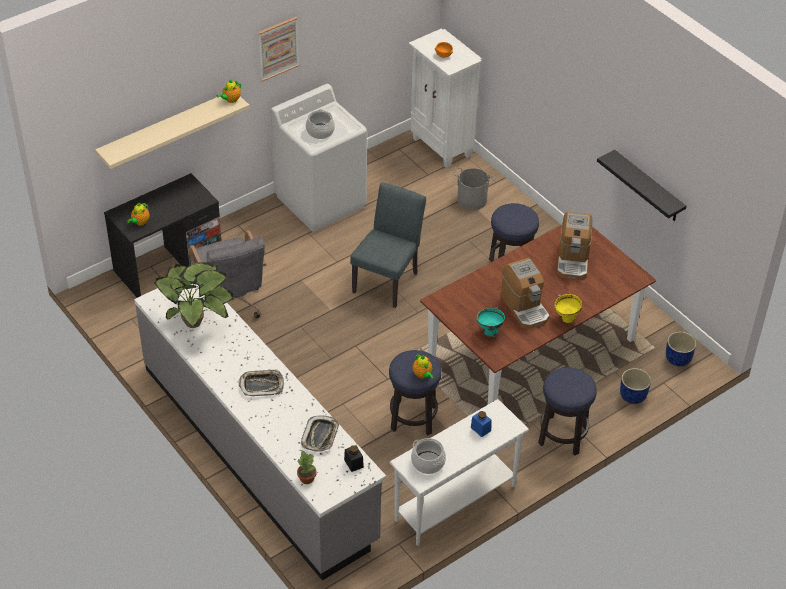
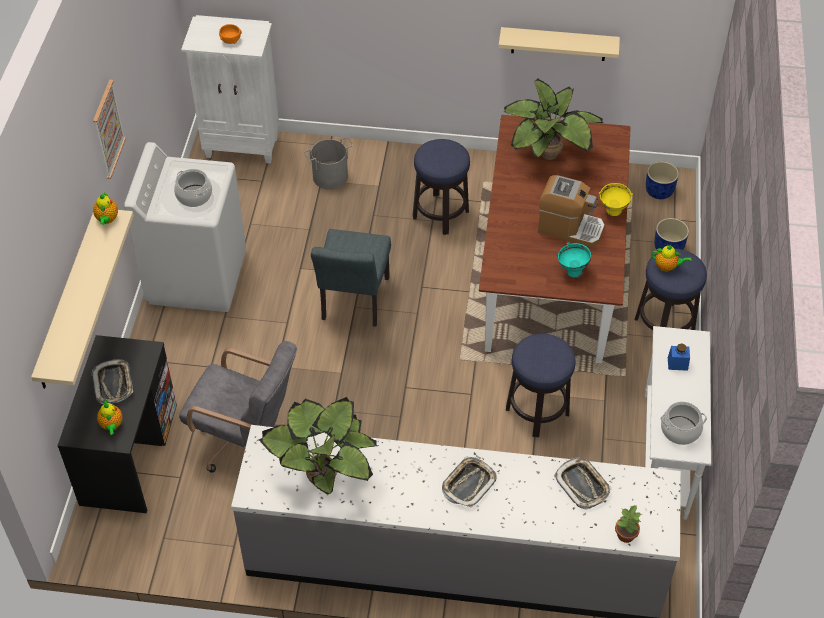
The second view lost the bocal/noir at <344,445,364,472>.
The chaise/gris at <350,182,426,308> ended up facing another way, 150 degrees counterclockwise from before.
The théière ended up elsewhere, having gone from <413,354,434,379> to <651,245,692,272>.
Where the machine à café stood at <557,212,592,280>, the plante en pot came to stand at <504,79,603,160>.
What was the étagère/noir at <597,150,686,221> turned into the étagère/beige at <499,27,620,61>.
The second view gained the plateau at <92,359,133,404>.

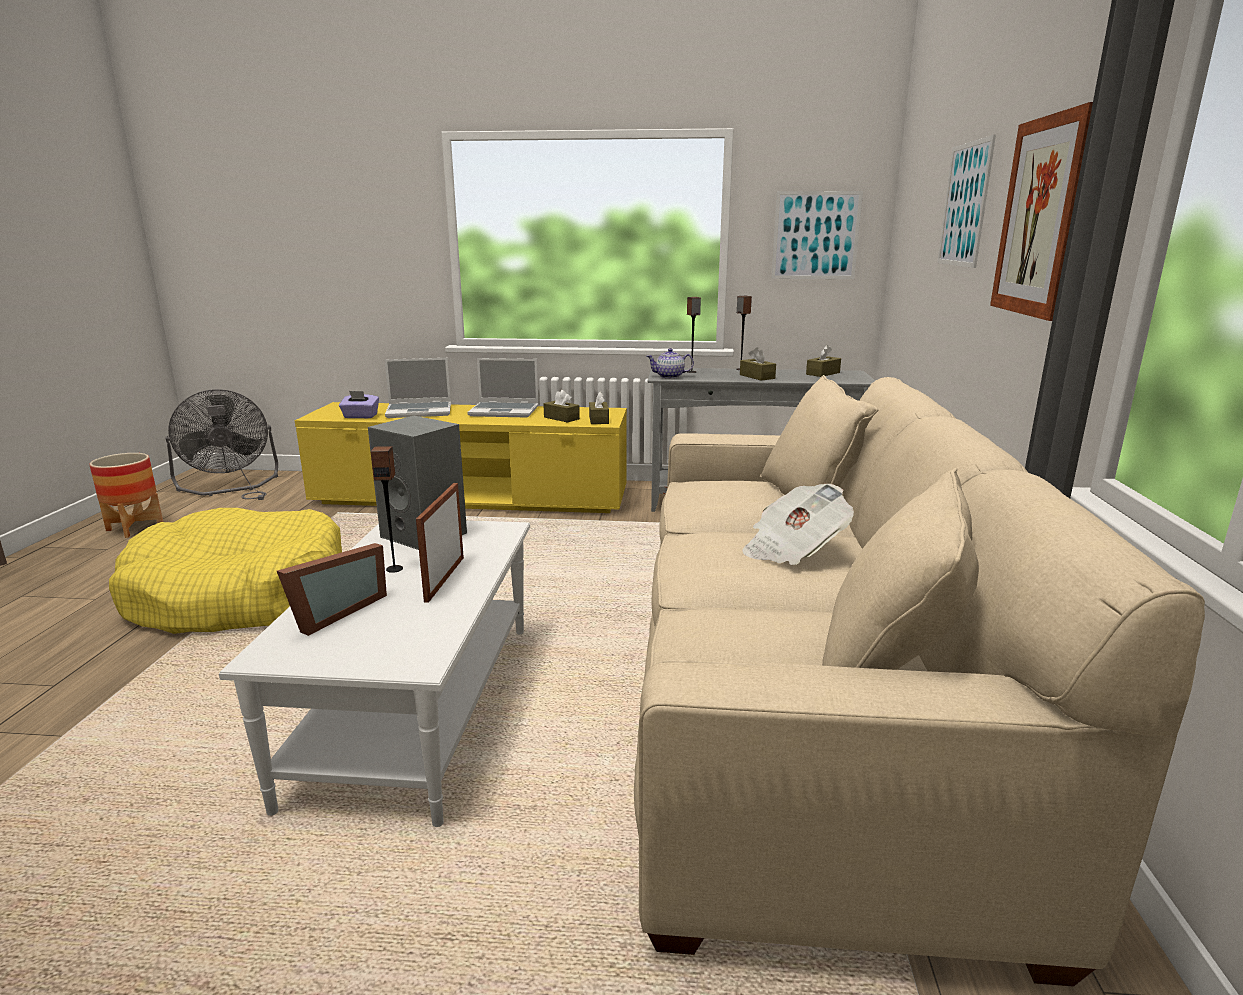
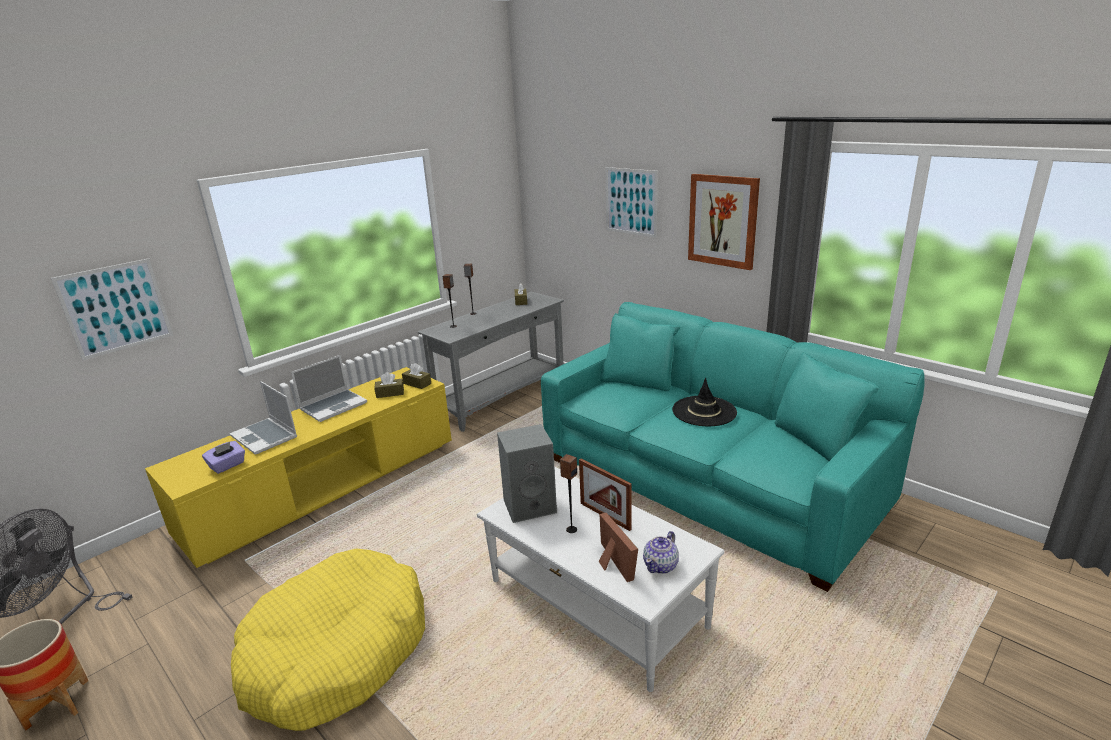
The ordinateur portable at <385,358,451,418> ended up facing another way, 105 degrees clockwise from before.
What was the canapé/beige at <634,375,1205,987> turned into the canapé/turquoise at <541,302,925,592>.
The théière ended up elsewhere, having gone from <647,348,694,379> to <643,531,679,574>.
The second view lost the boîte à mouchoirs/marron at <740,347,776,380>.
Where the journal stood at <742,484,854,565>, the chapeau/noir came to stand at <672,378,737,426>.
The tableau ended up elsewhere, having gone from <771,191,863,279> to <51,258,173,360>.

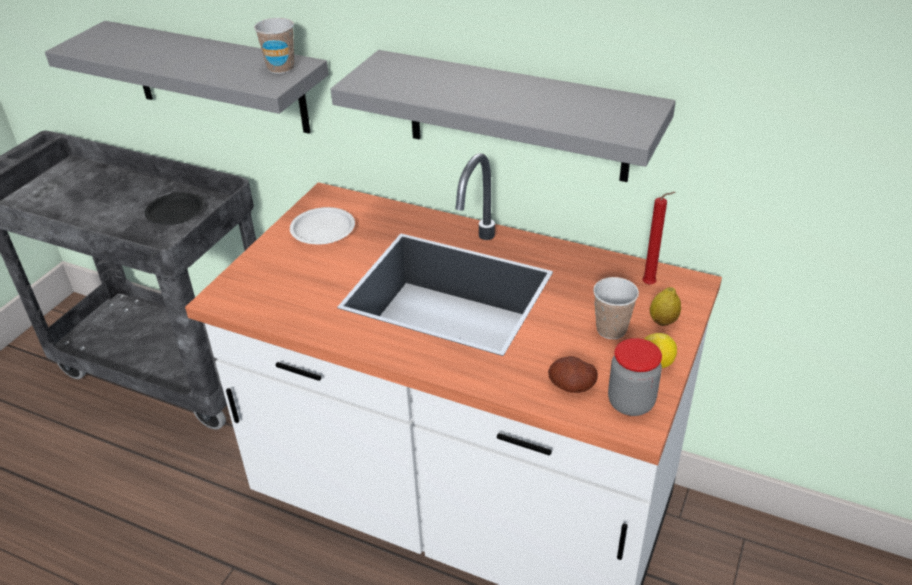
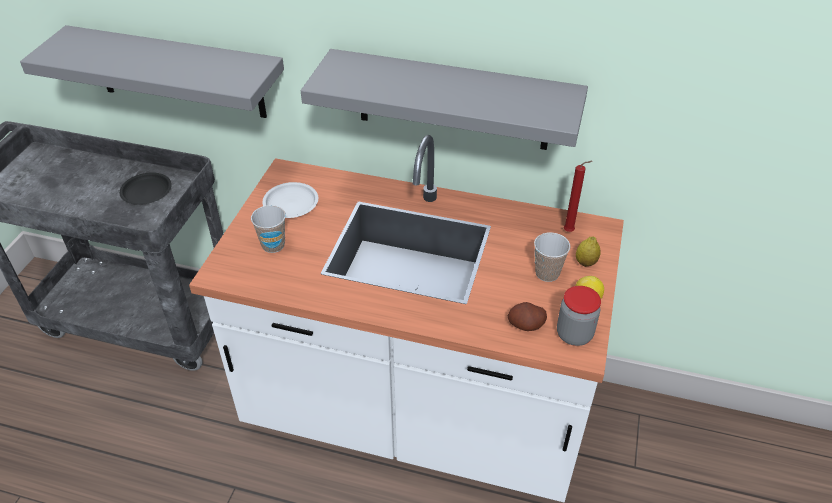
The tasse ended up elsewhere, having gone from <254,18,294,74> to <251,205,286,253>.

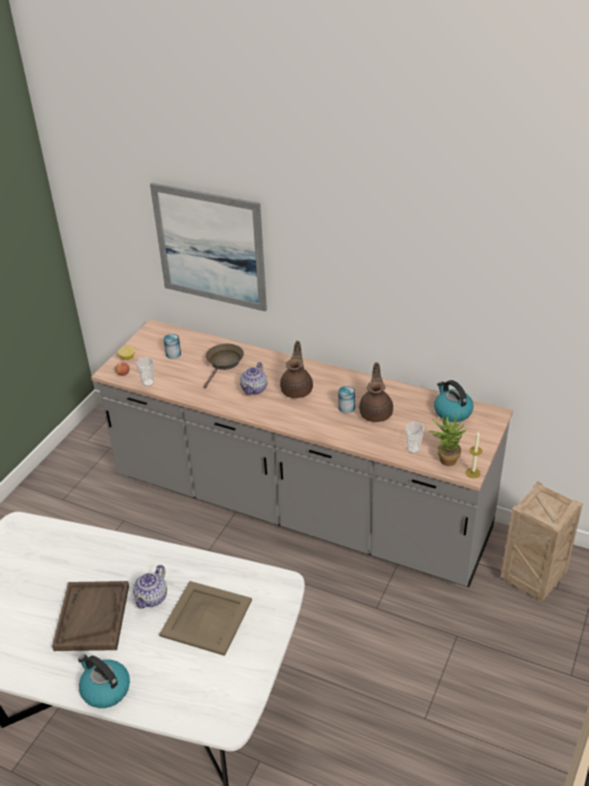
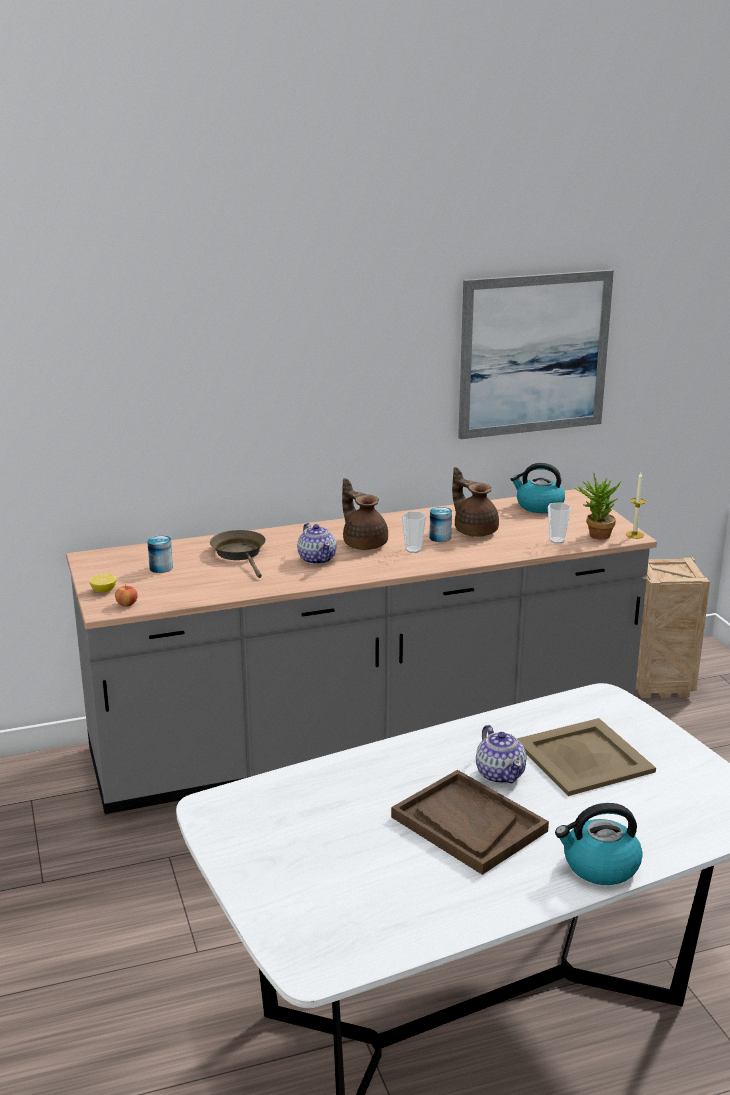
The tasse ended up elsewhere, having gone from <136,357,154,386> to <402,511,426,553>.
The tableau ended up elsewhere, having gone from <150,183,267,311> to <458,270,614,439>.

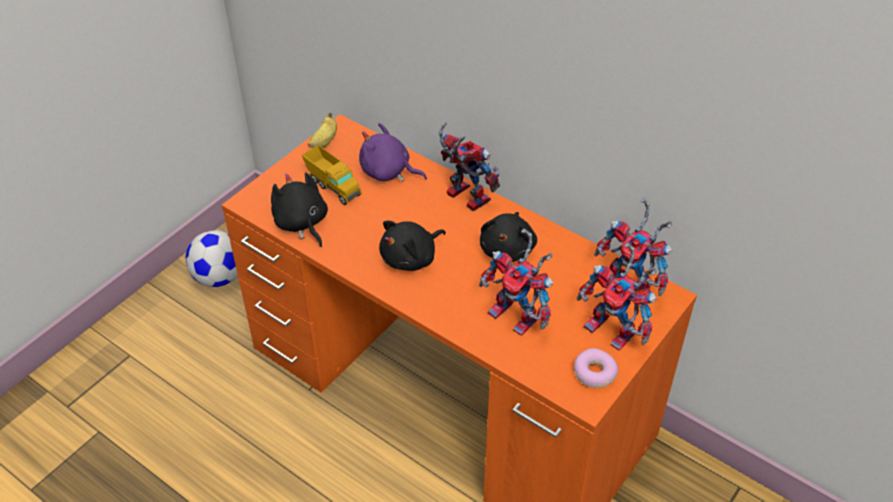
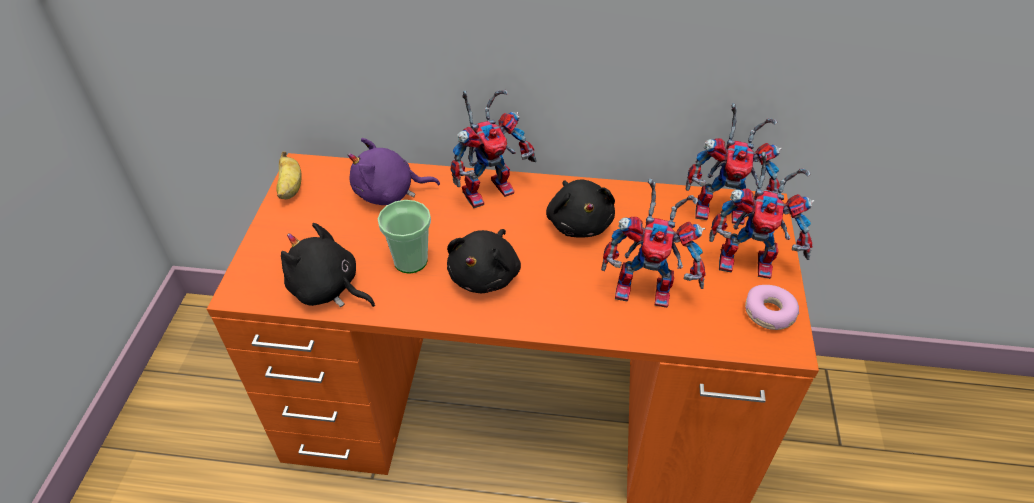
The second view lost the ballon de foot at <186,230,238,287>.
The second view lost the camion jouet at <302,145,362,205>.
The robot jouet at <439,122,500,211> ended up facing another way, 135 degrees clockwise from before.
The second view gained the tasse at <378,200,431,274>.

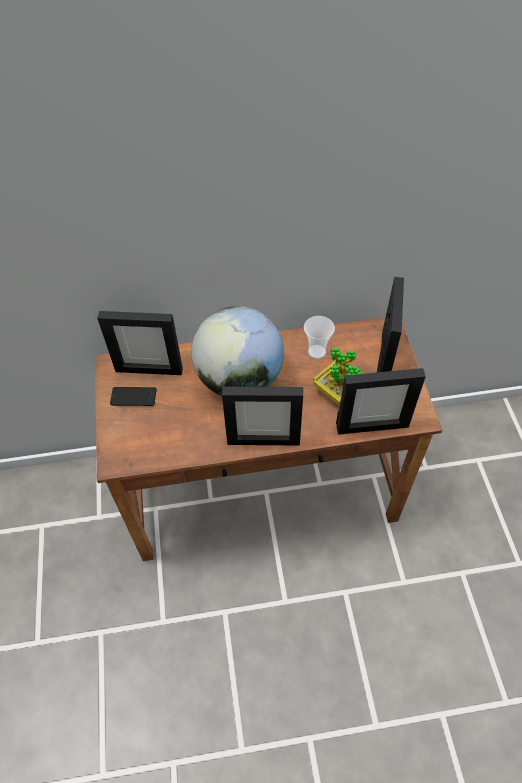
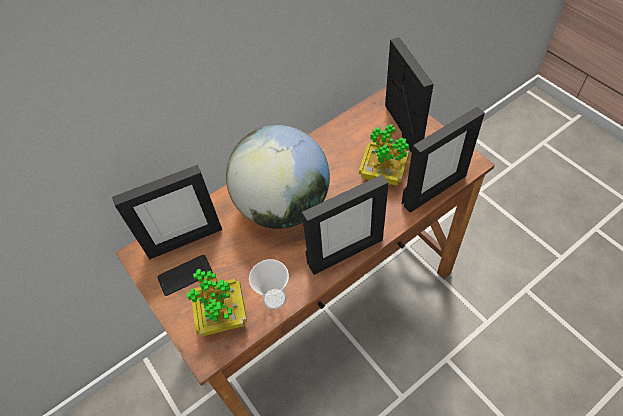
The tasse ended up elsewhere, having gone from <304,316,335,359> to <249,259,289,309>.
The second view gained the plante en pot at <187,269,247,337>.

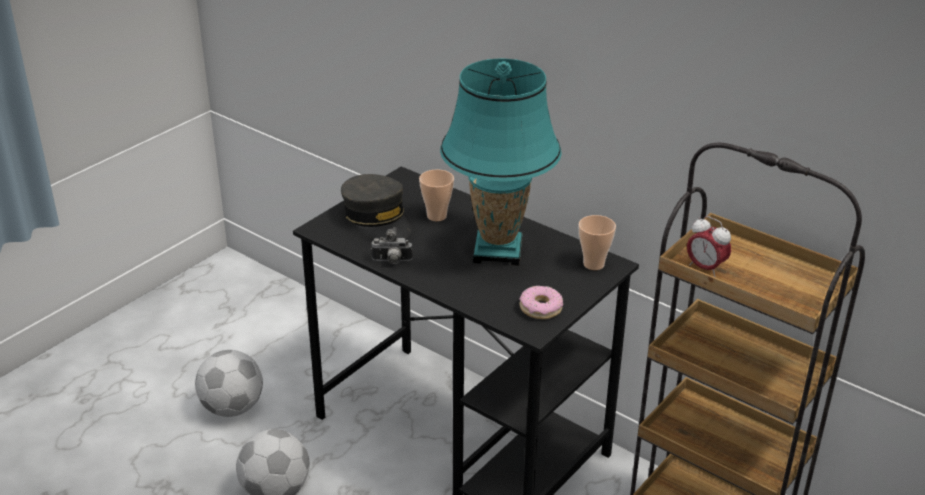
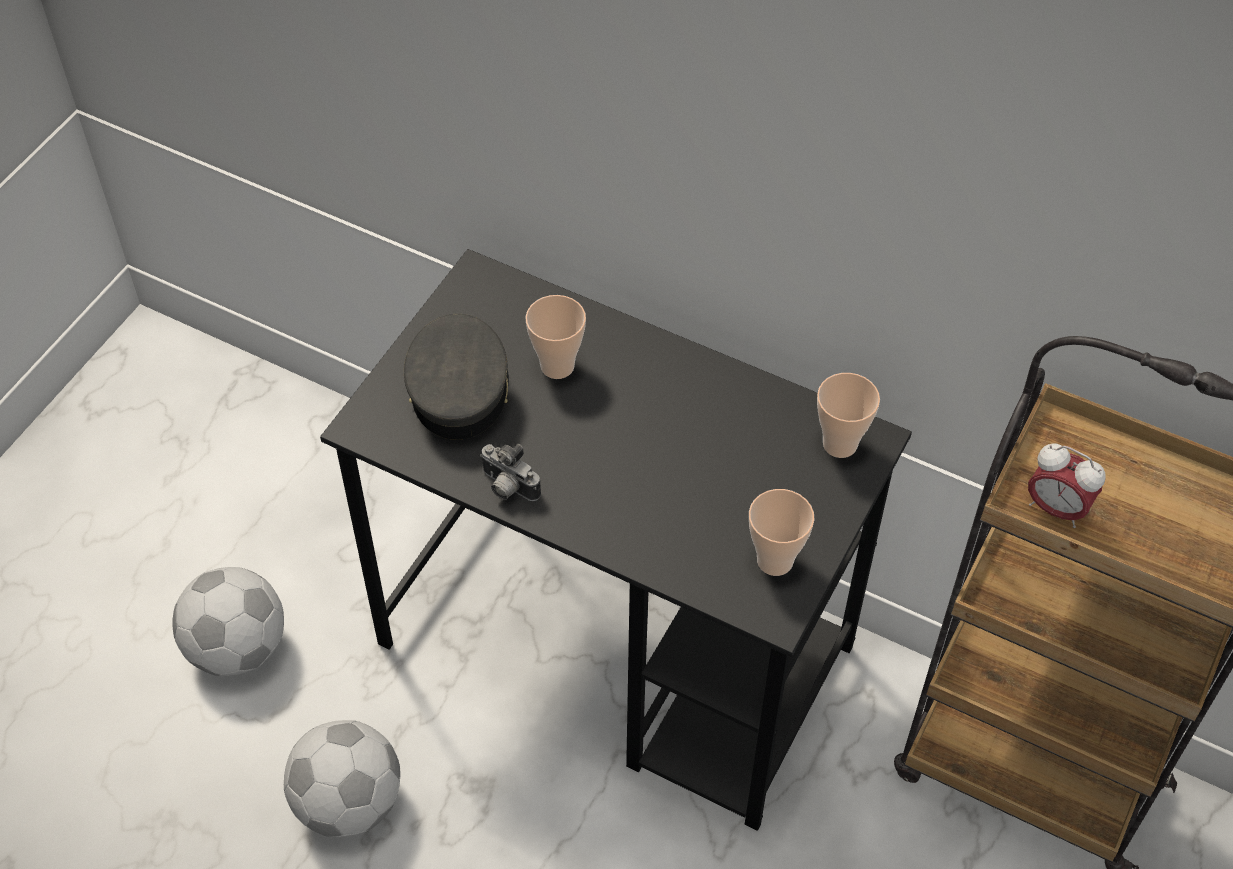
The casquette/gris at <341,174,412,240> ended up facing another way, 135 degrees counterclockwise from before.
The appareil photo at <371,227,413,264> ended up facing another way, 45 degrees clockwise from before.
The second view lost the lampe de table/turquoise at <440,58,562,266>.
Where the beignet stood at <519,286,563,319>, the tasse came to stand at <749,489,815,576>.

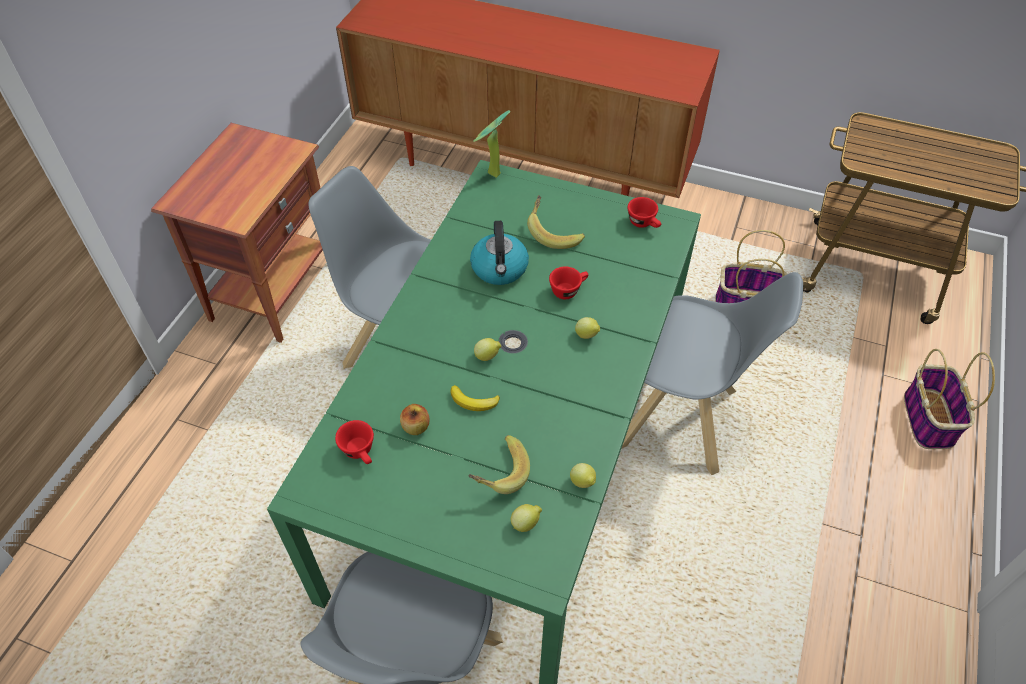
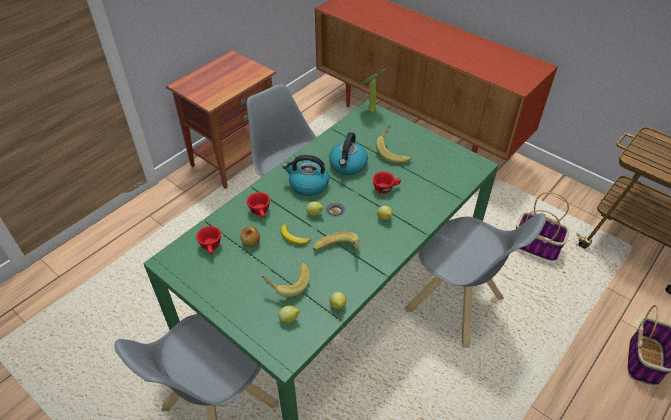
The tasse/rouge ended up elsewhere, having gone from <628,197,661,228> to <247,192,270,218>.
The second view gained the bouilloire at <282,155,329,196>.
The second view gained the banane at <313,232,359,251>.

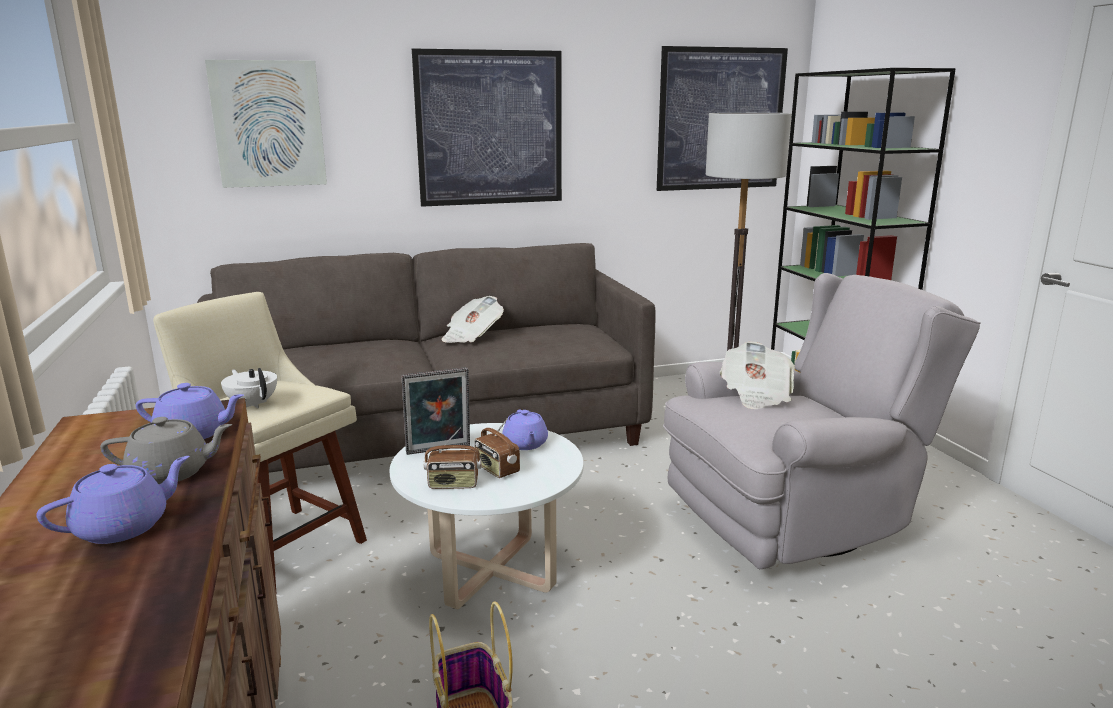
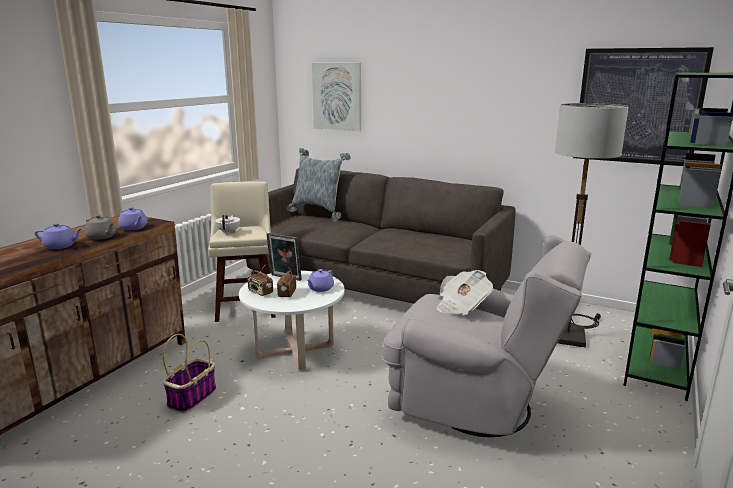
The second view lost the tableau at <412,49,562,207>.
The second view lost the journal at <441,296,504,343>.
The second view gained the coussin at <286,148,351,222>.

